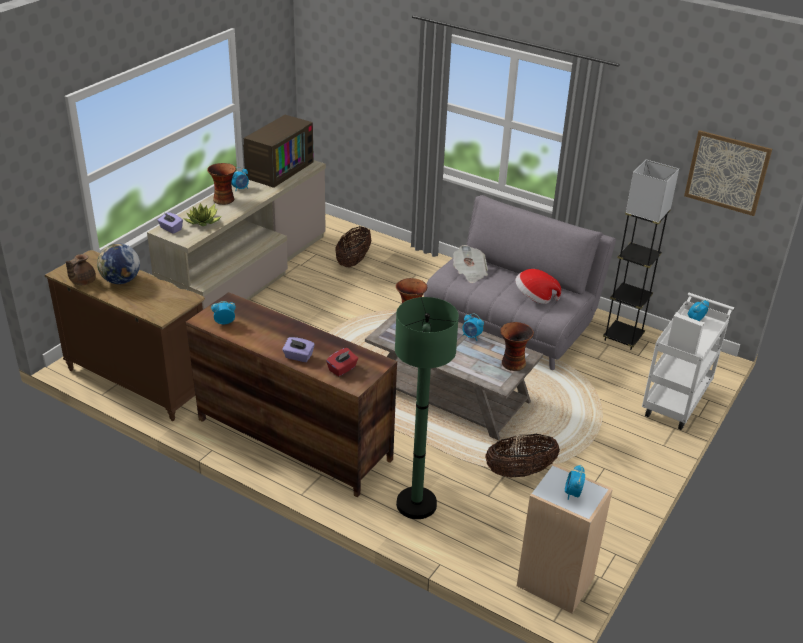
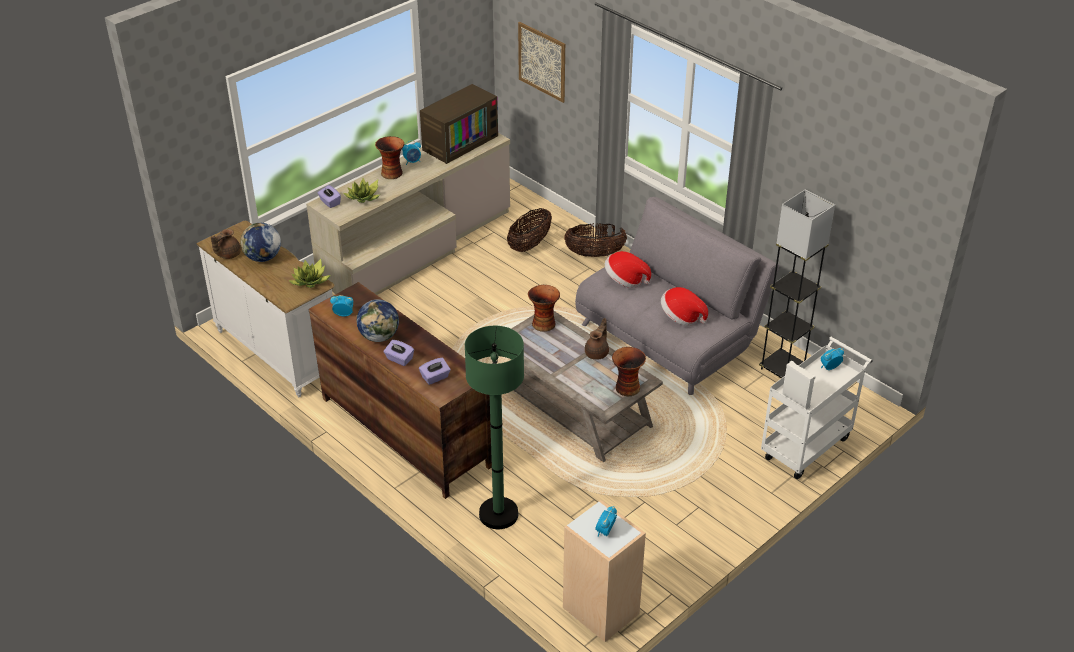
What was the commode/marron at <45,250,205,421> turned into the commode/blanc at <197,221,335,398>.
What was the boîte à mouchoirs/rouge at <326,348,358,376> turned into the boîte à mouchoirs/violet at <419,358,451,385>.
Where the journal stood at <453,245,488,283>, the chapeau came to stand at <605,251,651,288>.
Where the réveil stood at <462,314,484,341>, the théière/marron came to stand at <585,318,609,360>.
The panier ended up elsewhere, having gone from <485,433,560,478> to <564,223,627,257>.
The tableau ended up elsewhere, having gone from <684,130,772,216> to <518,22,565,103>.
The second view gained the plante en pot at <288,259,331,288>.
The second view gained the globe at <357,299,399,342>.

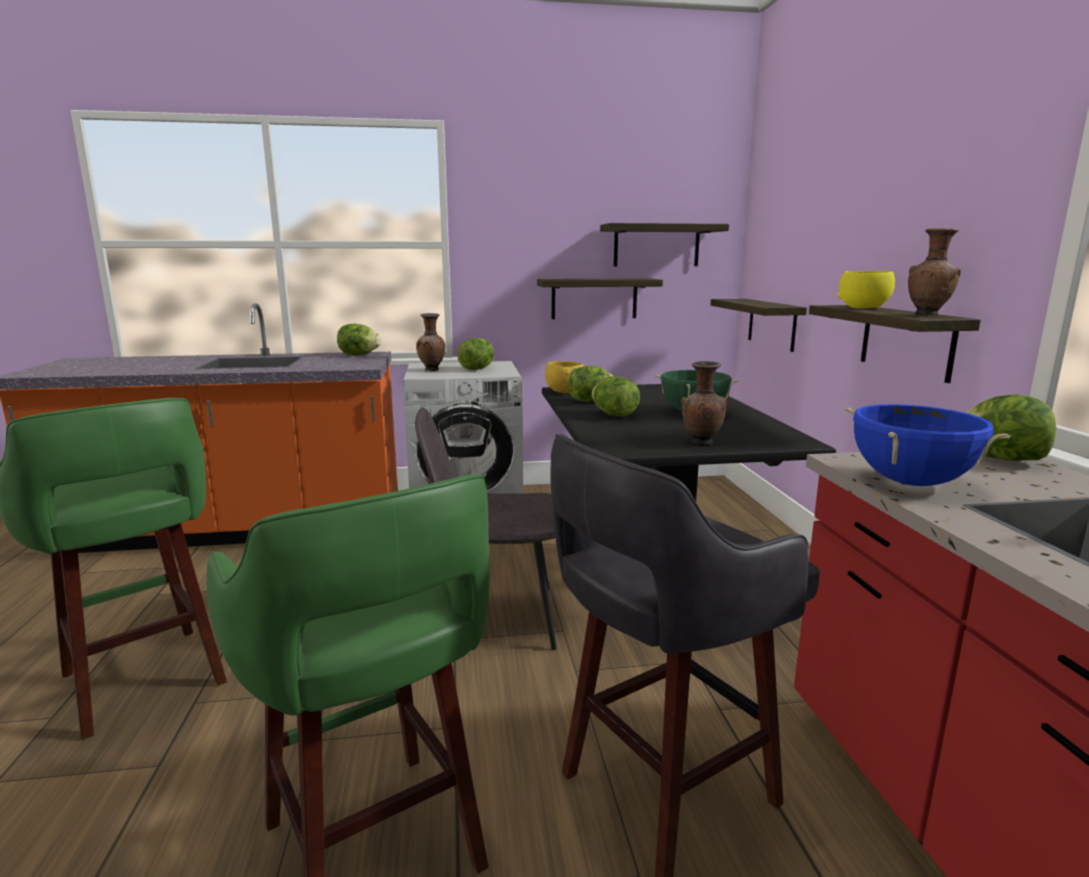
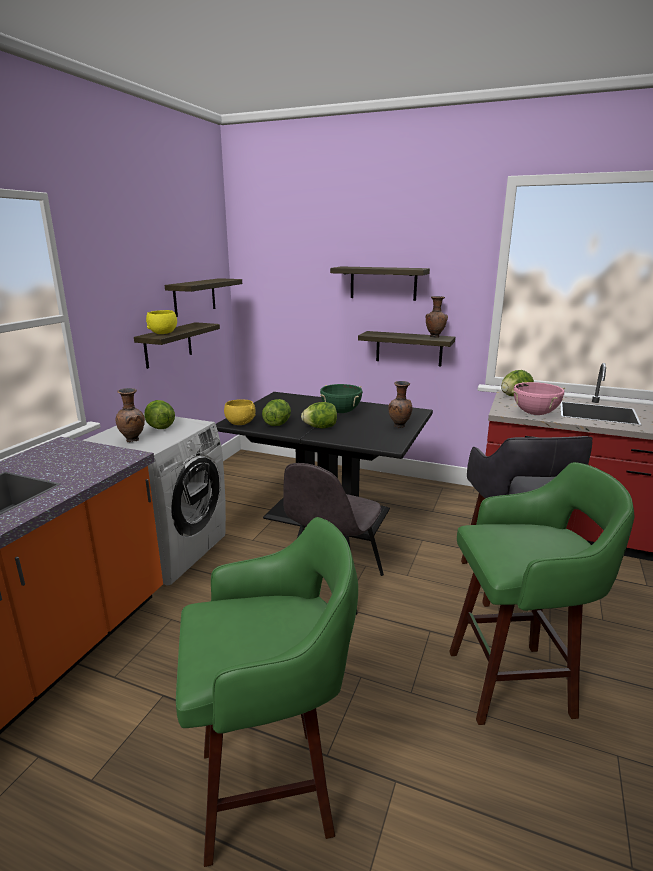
The second view lost the laitue at <337,324,381,355>.
The étagère ended up elsewhere, having gone from <711,299,807,352> to <330,267,430,301>.
The bol/jaune ended up elsewhere, having gone from <838,271,895,309> to <146,310,177,334>.
What was the marmite/bleu at <844,404,1011,486> turned into the marmite/rose at <511,382,565,415>.

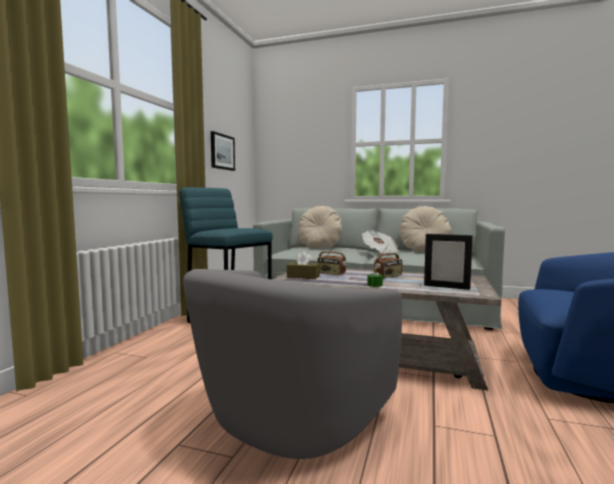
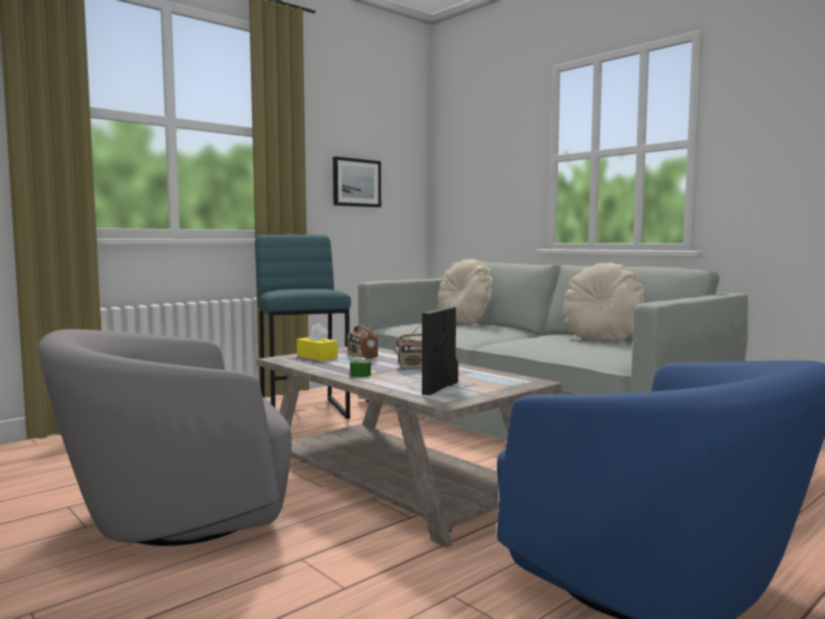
What was the boîte à mouchoirs/marron at <287,251,320,279> turned into the boîte à mouchoirs/jaune at <297,323,338,361>.
The second view lost the journal at <362,230,399,254>.
The cadre photo at <424,234,473,290> ended up facing another way, 60 degrees clockwise from before.

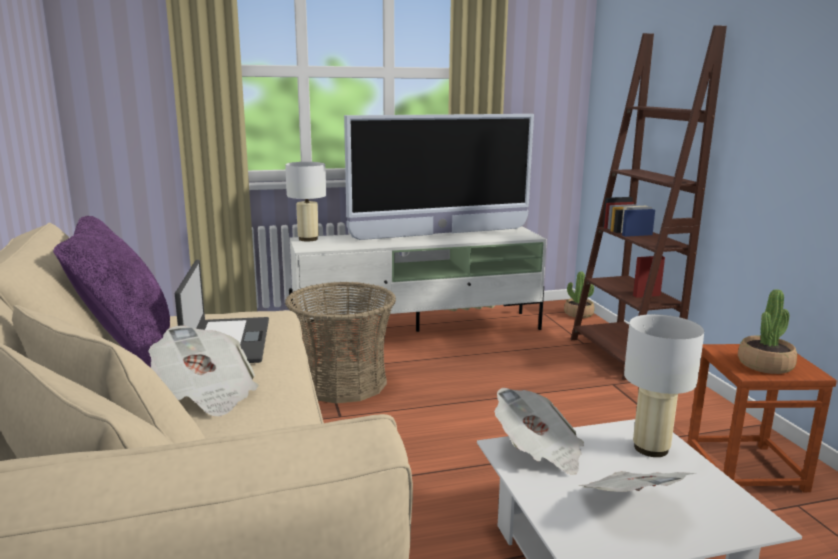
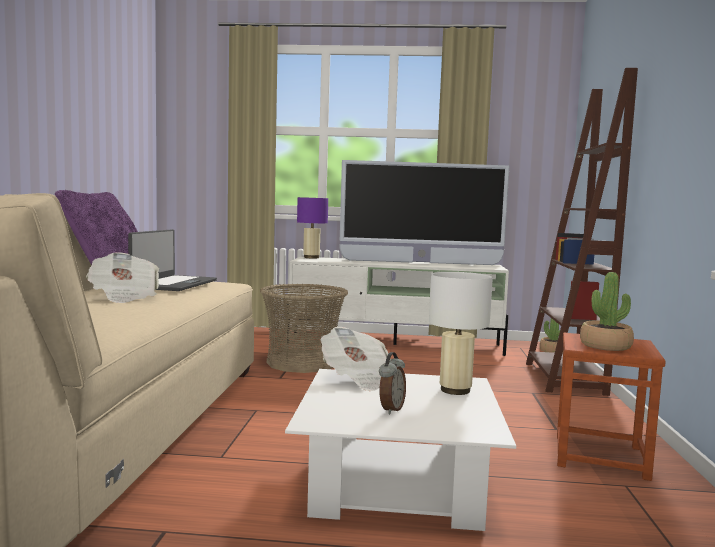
What was the lampe de table/blanc at <285,162,326,242> turned into the lampe de table/violet at <297,197,328,259>.
Where the journal stood at <579,471,696,492>, the réveil came to stand at <379,352,406,414>.

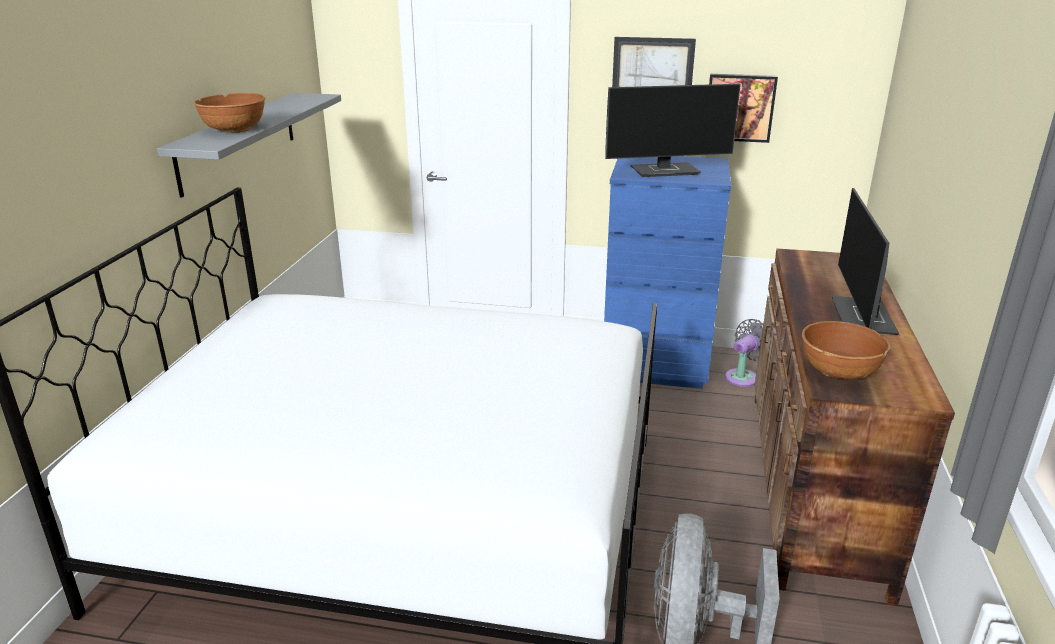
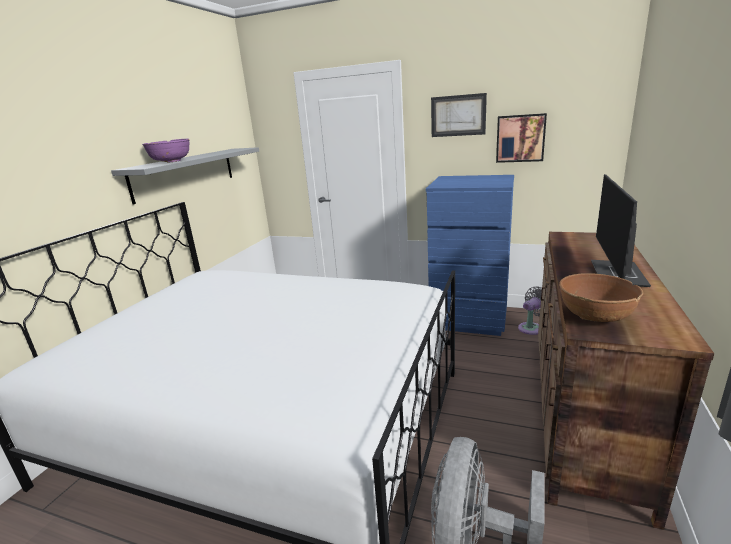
What was the bol/marron at <194,93,265,133> turned into the bol/violet at <142,139,189,162>.
The second view lost the écran d'ordinateur at <605,84,741,177>.

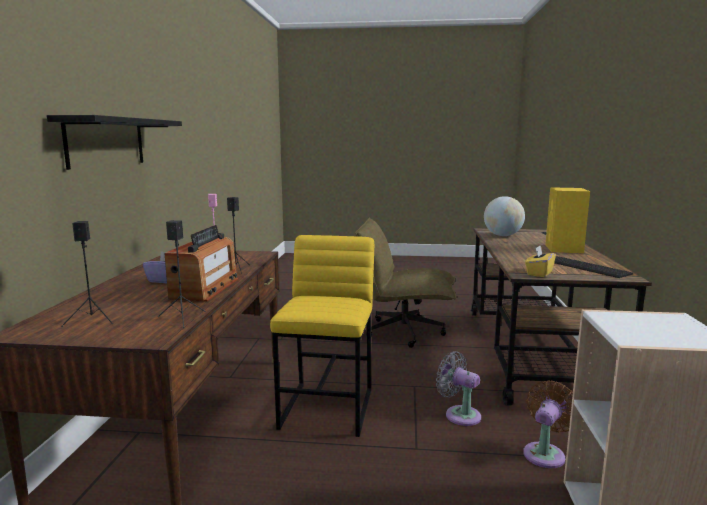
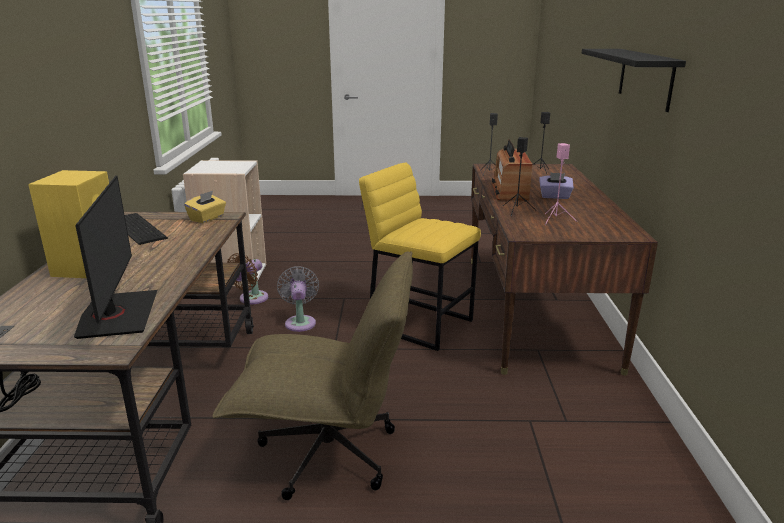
The chaise/jaune at <270,235,374,437> ended up facing another way, 120 degrees clockwise from before.
The ventilateur/gris at <436,351,481,426> ended up facing another way, 135 degrees counterclockwise from before.
Where the globe stood at <484,196,525,236>, the écran d'ordinateur came to stand at <74,176,157,339>.

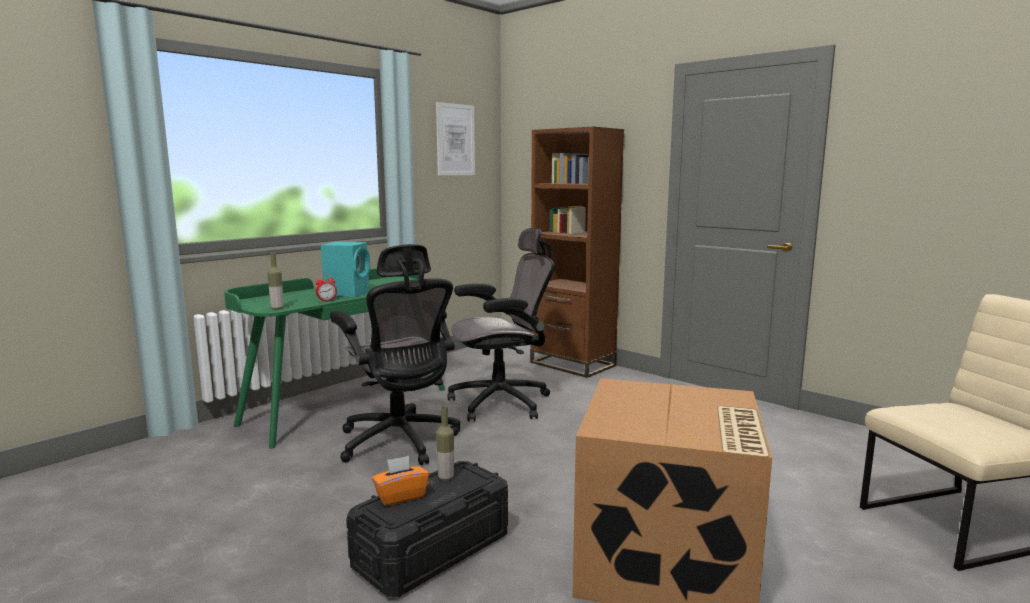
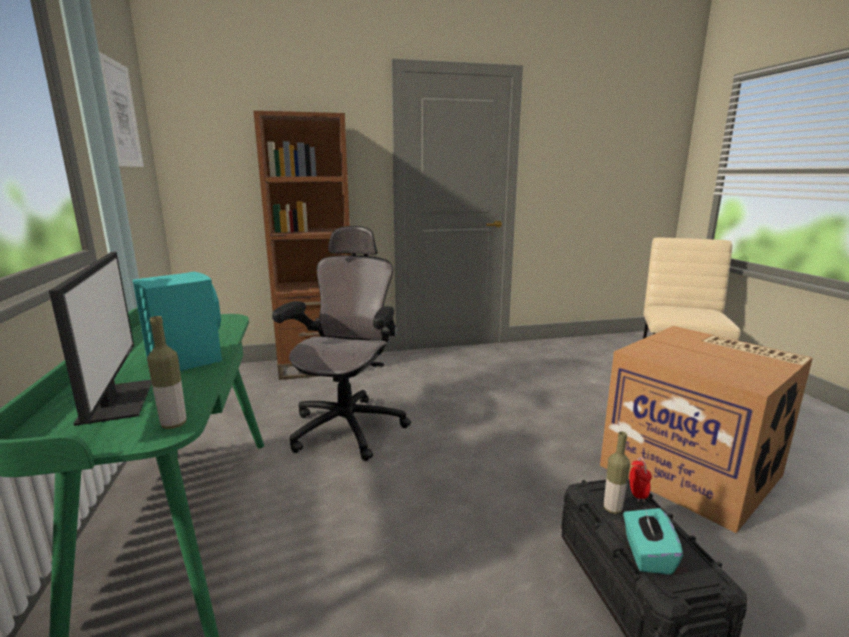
The réveil ended up elsewhere, having gone from <316,275,337,302> to <629,457,652,503>.
The second view lost the chaise de bureau at <330,244,460,465>.
What was the boîte à mouchoirs/orange at <372,456,429,506> turned into the boîte à mouchoirs/turquoise at <623,506,683,575>.
The second view gained the écran d'ordinateur at <49,252,152,426>.

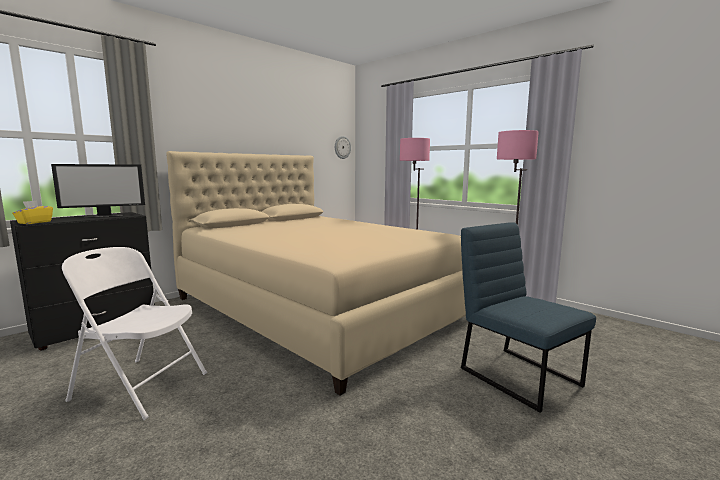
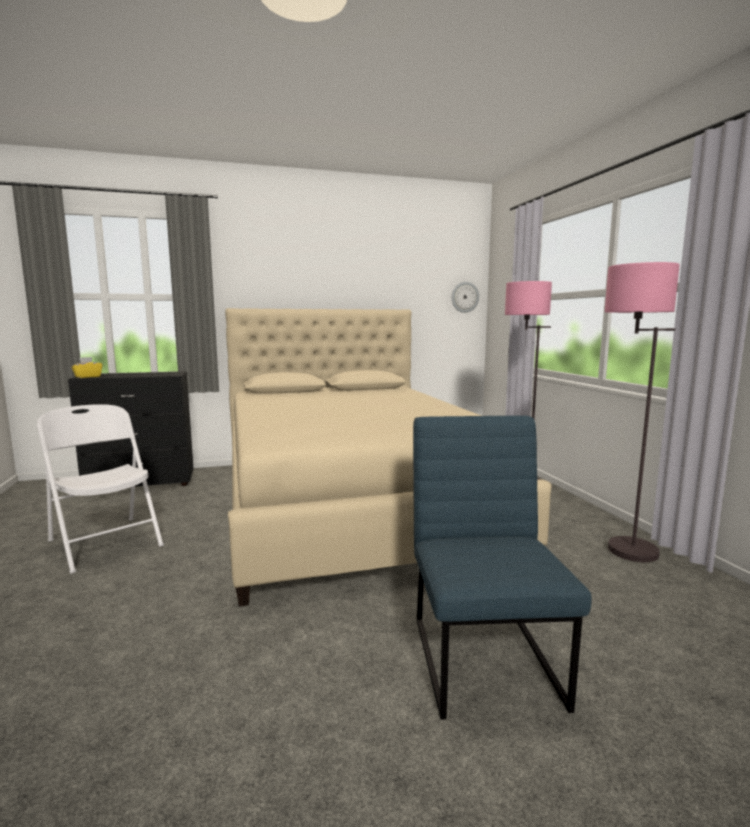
The second view lost the écran d'ordinateur at <51,164,145,218>.

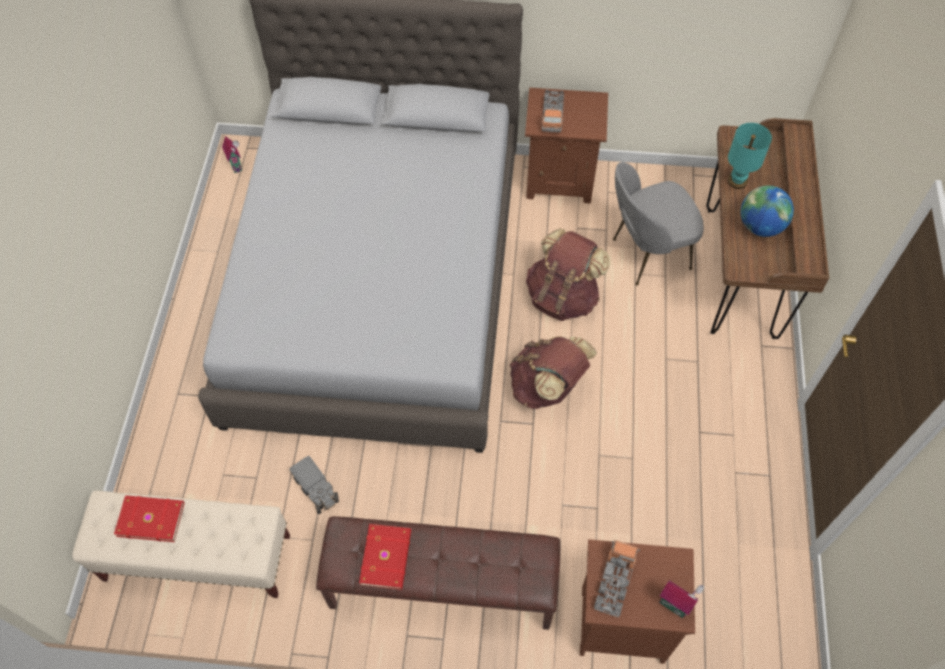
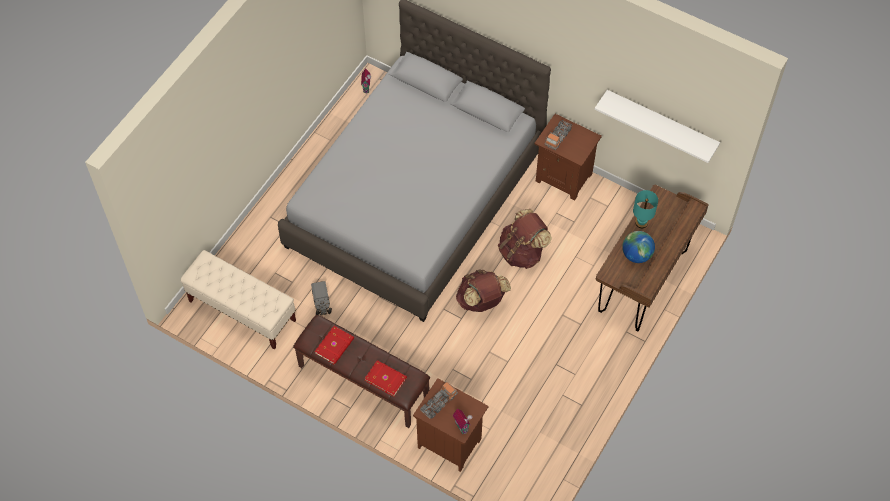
The livre/rouge ended up elsewhere, having gone from <114,495,184,542> to <364,360,407,397>.
The second view lost the chaise/gris at <613,162,704,285>.
The second view gained the étagère/blanc at <595,90,720,163>.

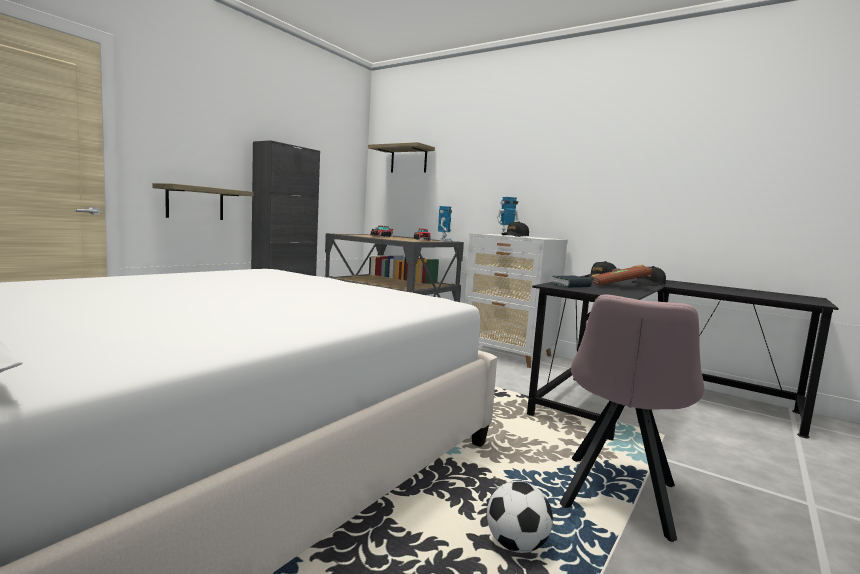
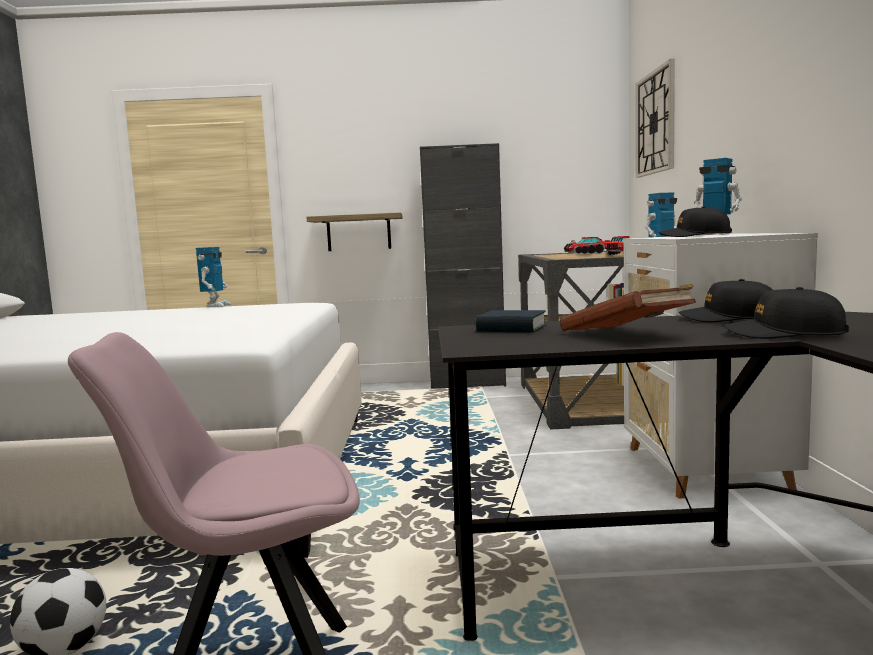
Where the étagère hung at <368,142,435,173>, the horloge murale came to hang at <636,59,675,178>.
The second view gained the robot jouet at <196,247,232,307>.

